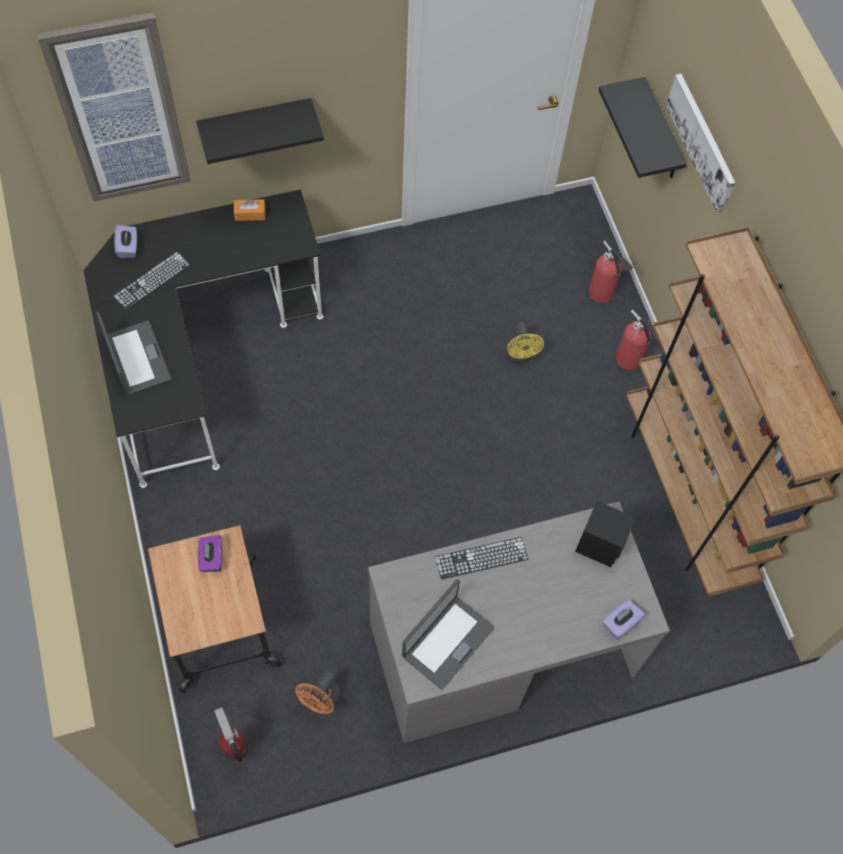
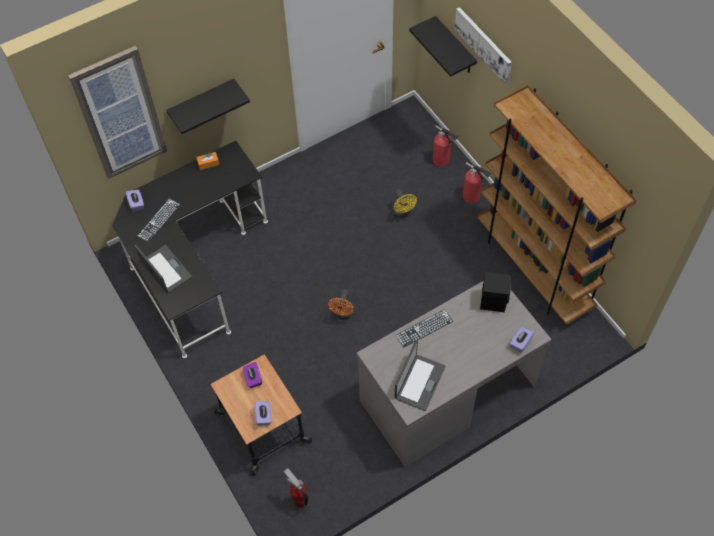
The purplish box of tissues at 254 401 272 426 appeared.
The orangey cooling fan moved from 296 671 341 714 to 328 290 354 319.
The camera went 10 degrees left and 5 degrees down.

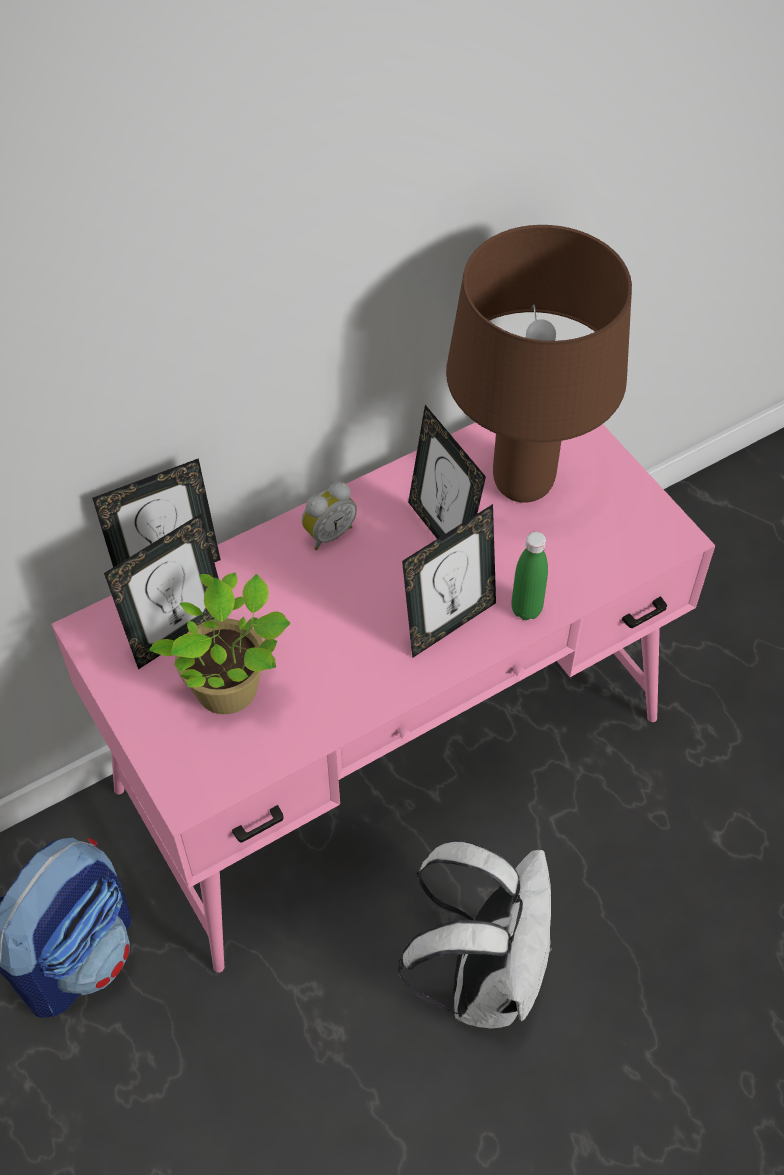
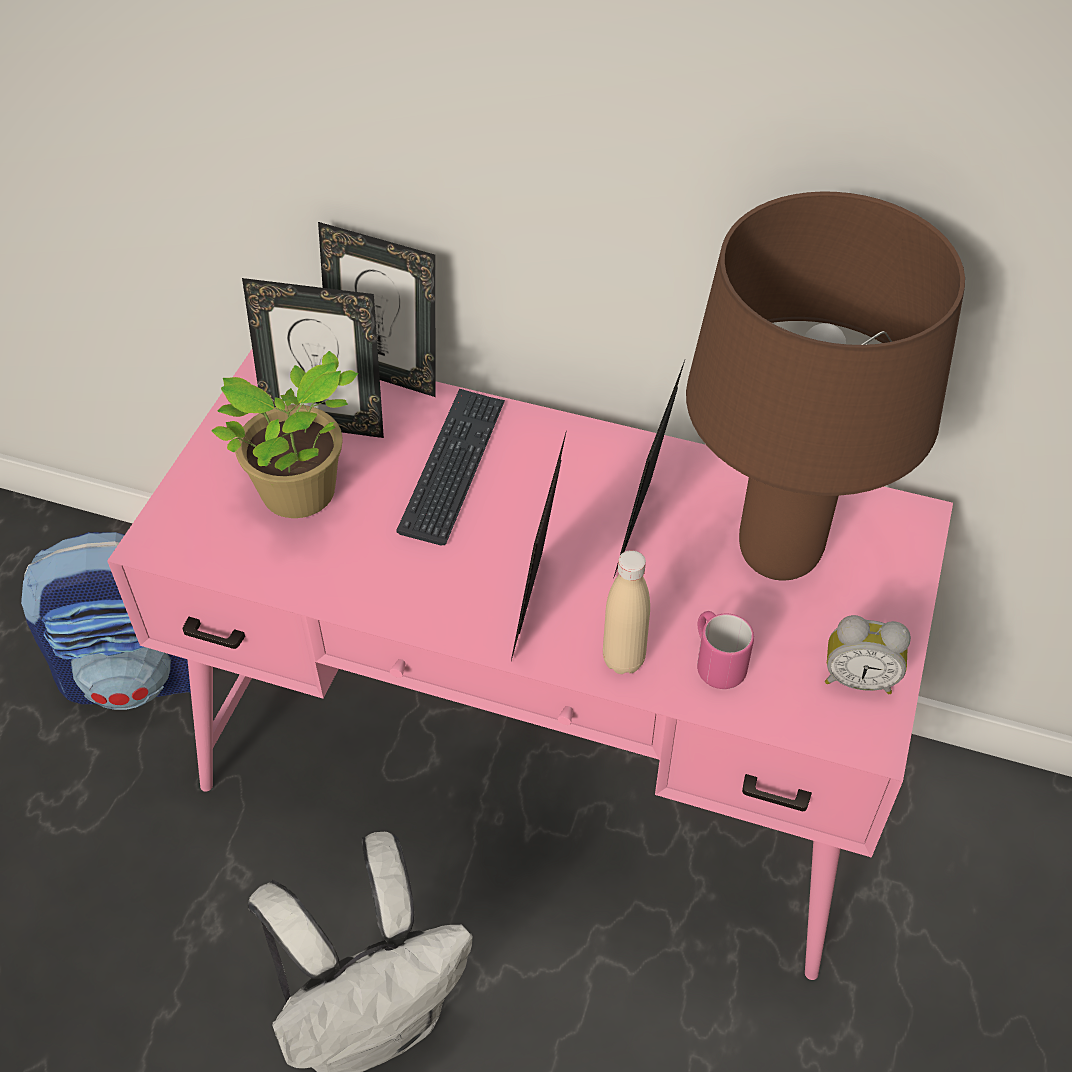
The keyboard at 396 389 505 546 appeared.
The standing frame at 402 504 496 658 turned 90 degrees clockwise.
The green-coloured drink bottle at 511 532 548 620 became the sand-coloured drink bottle at 603 550 650 674.
The pink tea mug at 697 611 754 689 appeared.
The table clock moved from 302 482 357 550 to 825 615 911 694.
The camera went 50 degrees right and 5 degrees down.

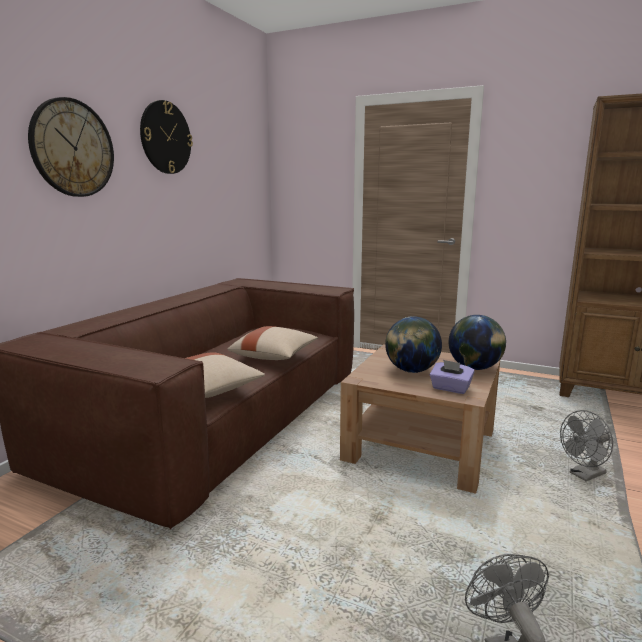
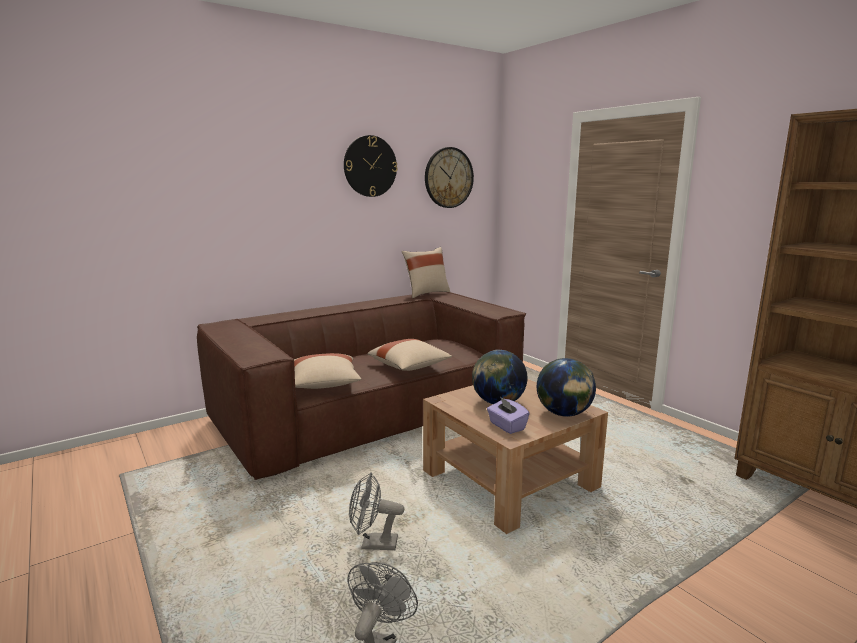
The grey cooling fan moved from 560 410 613 481 to 349 473 404 550.
The sand-coloured cushion at 402 247 450 298 appeared.
The clock on the wall moved from 28 97 114 197 to 425 147 474 208.
The camera went 30 degrees right and 0 degrees up.

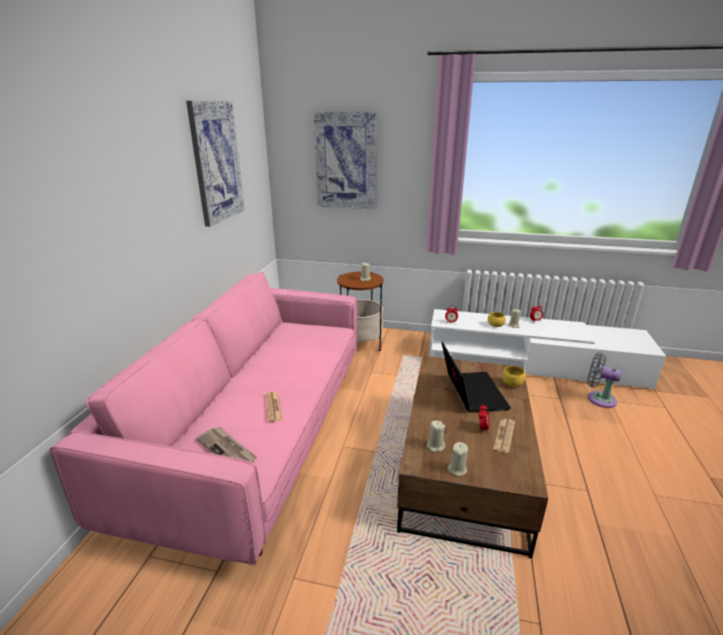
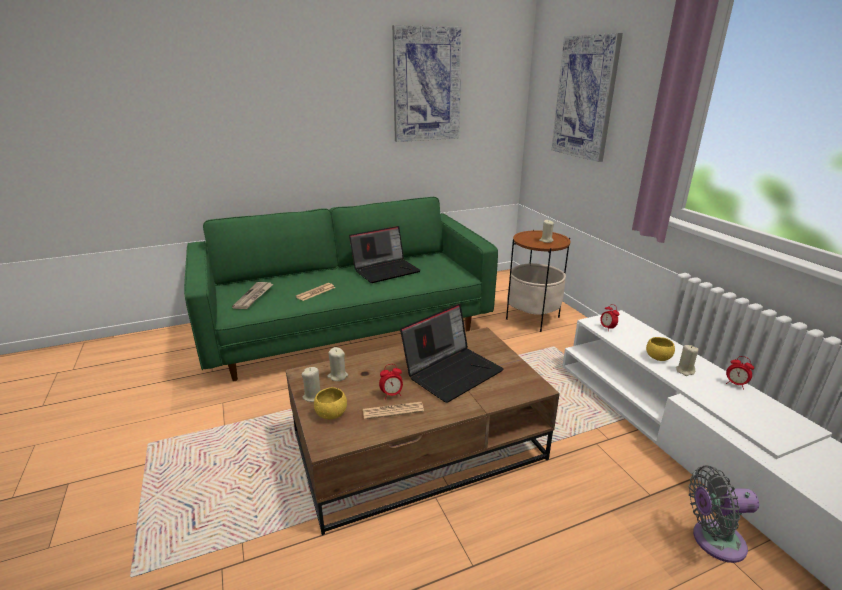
The pink sofa at 50 272 357 565 became the green-coloured sofa at 184 197 498 381.
The yellow-coloured serving bowl moved from 502 366 526 387 to 314 387 347 419.
The portable computer at 349 226 421 283 appeared.
The grey cooling fan at 587 353 622 408 turned 90 degrees counterclockwise.
The camera went 55 degrees right and 0 degrees up.

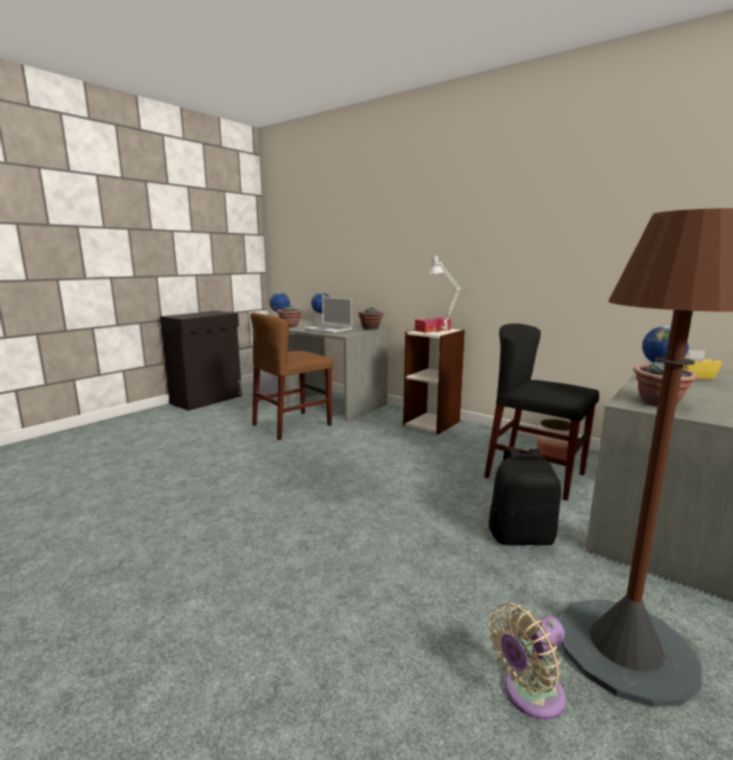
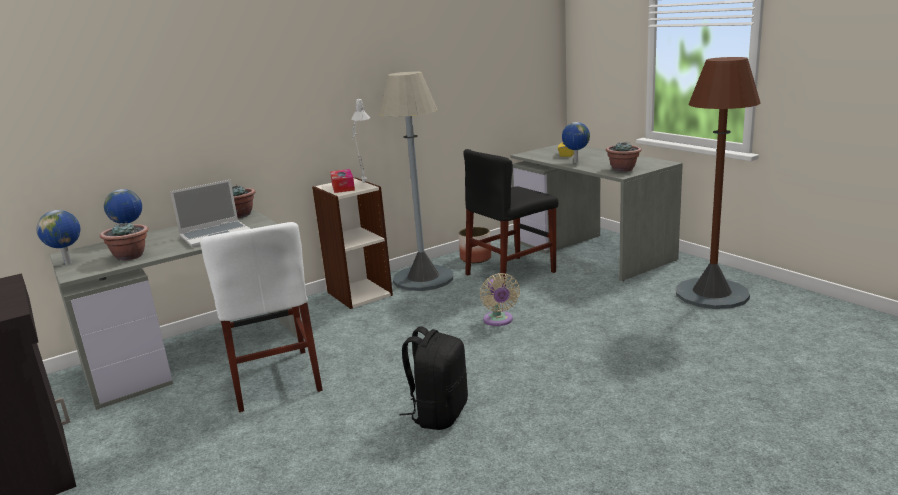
The brown upright chair at 250 312 334 440 became the white upright chair at 200 222 323 412.
The grey standing lamp at 379 71 454 291 appeared.
The black-coloured rucksack moved from 489 449 561 545 to 400 327 468 430.
The sand-coloured cooling fan moved from 489 603 566 720 to 480 273 520 326.
The camera went 70 degrees left and 5 degrees up.

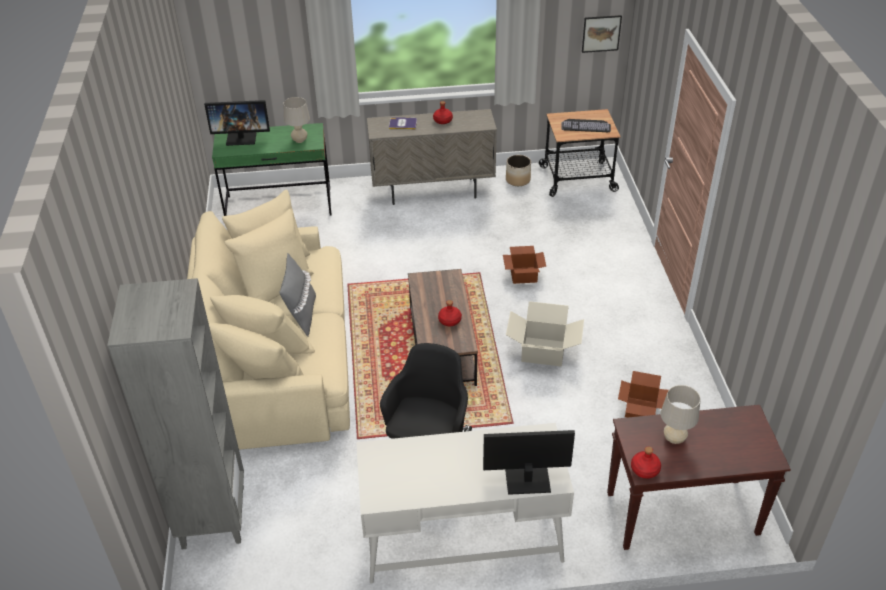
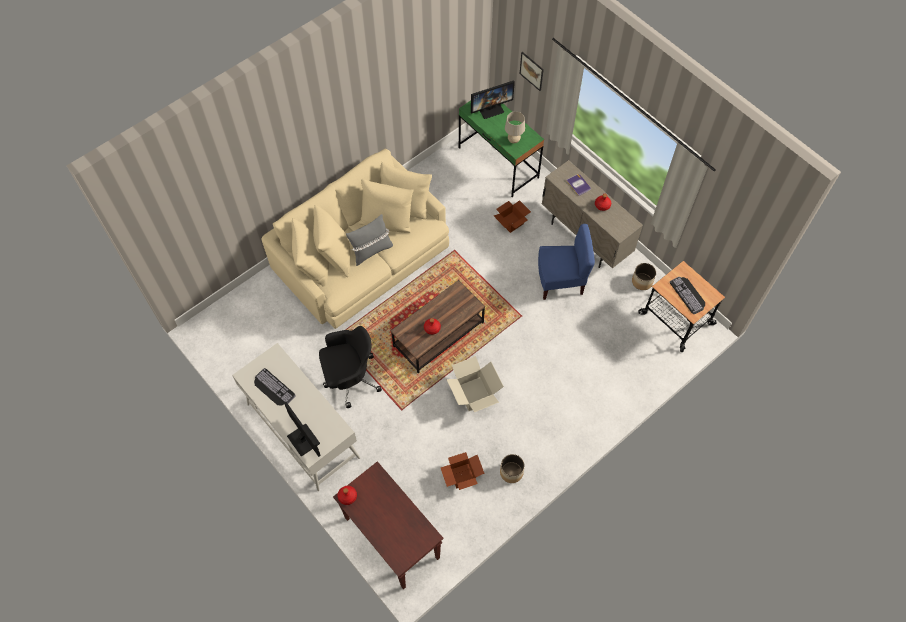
The keyboard at 254 368 296 406 appeared.
The monitor at 204 100 270 146 turned 75 degrees counterclockwise.
The cardboard box moved from 503 246 546 284 to 494 200 531 233.
The flower pot at 500 454 525 483 appeared.
The wall art moved from 582 15 622 53 to 520 52 544 91.
The bluish upright chair at 538 224 595 300 appeared.
The grey bookcase at 107 278 244 549 disappeared.
The sand-coloured tabletop lamp at 661 385 700 444 disappeared.
The camera went 55 degrees right and 20 degrees up.

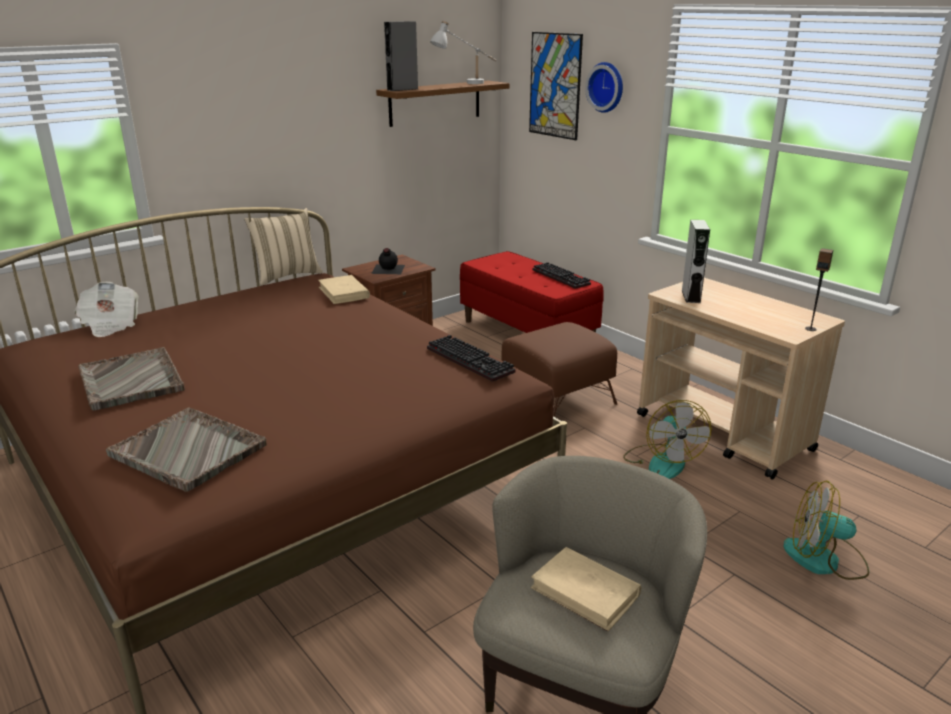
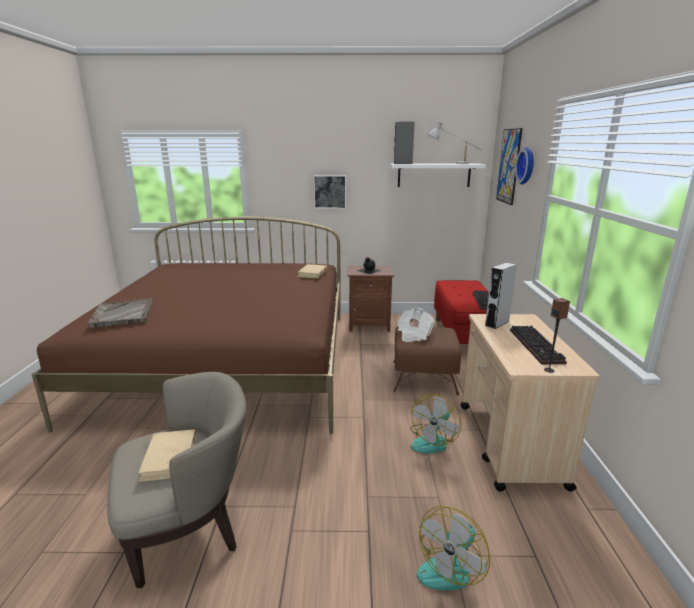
The wall art at 313 175 346 209 appeared.
The brown shelf at 376 81 510 127 became the white shelf at 390 164 486 187.
The printed paper moved from 75 281 139 337 to 397 308 435 342.
The cooling fan at 783 480 869 580 turned 105 degrees counterclockwise.
The keyboard moved from 427 335 516 382 to 510 326 567 364.
The grey tray at 78 347 185 411 disappeared.
The sand-coloured cushion at 244 208 323 286 disappeared.
The camera went 40 degrees right and 5 degrees down.

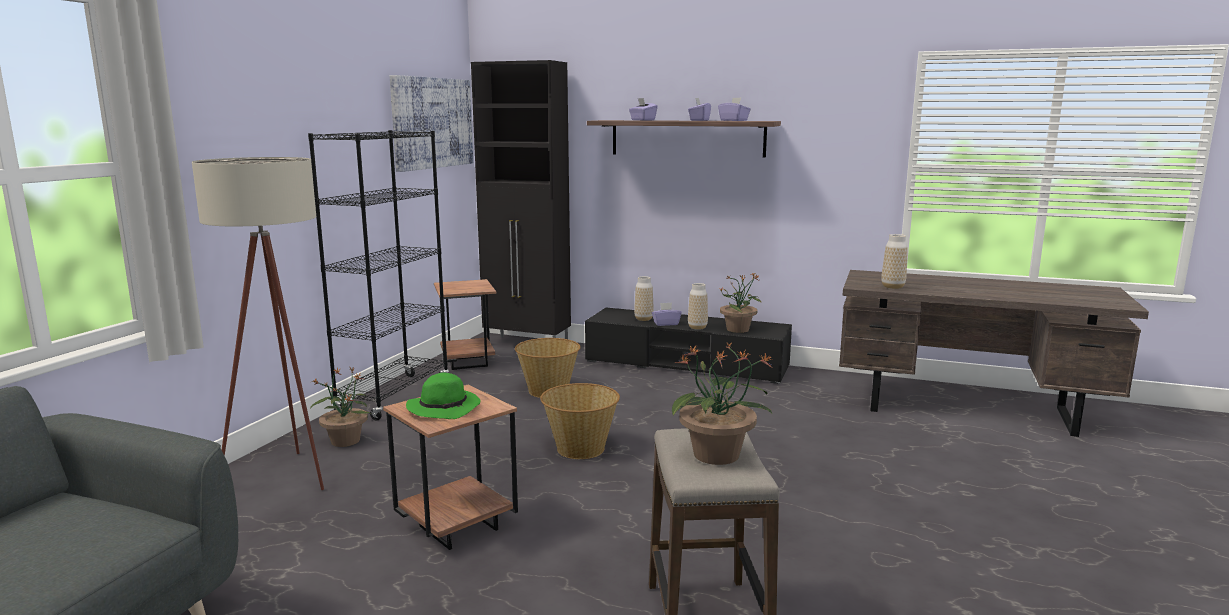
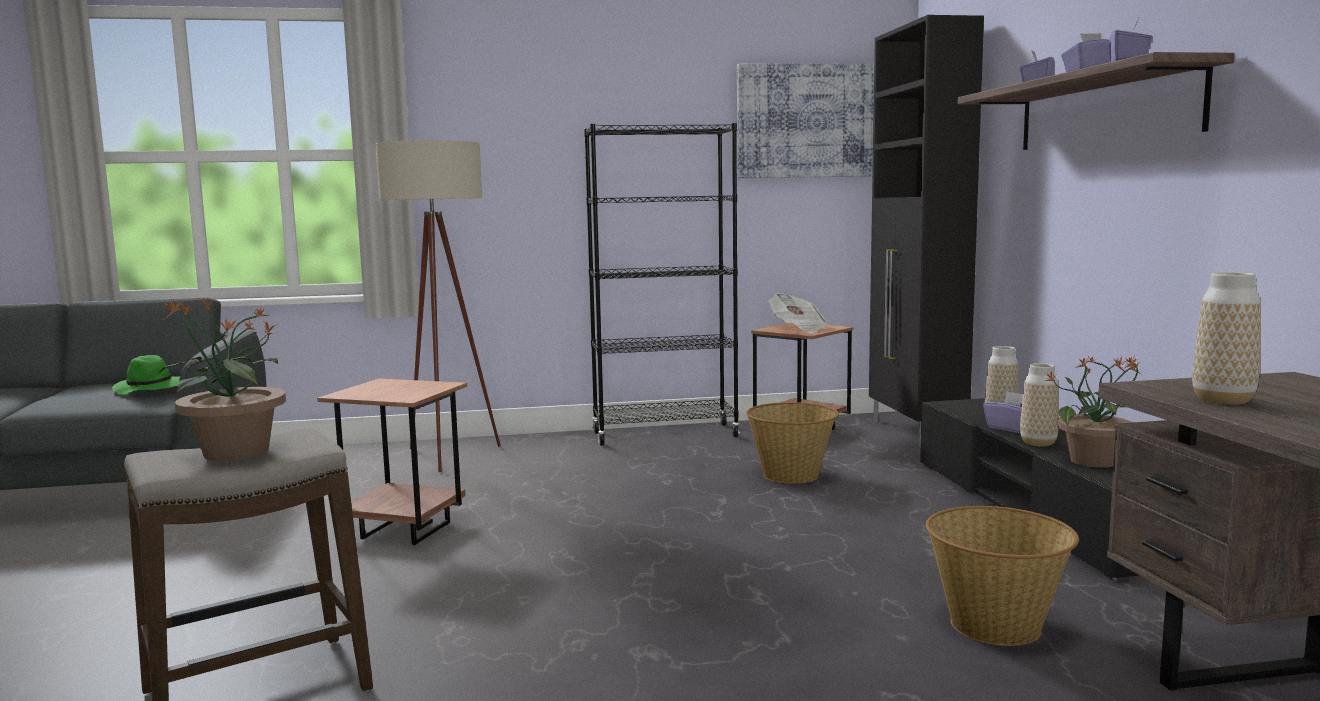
The green-coloured wearable hat moved from 406 373 481 419 to 112 355 180 395.
The printed paper at 768 293 828 333 appeared.
The storage basket moved from 540 383 620 459 to 926 506 1079 646.
The plant in a pot at 310 368 372 447 disappeared.
The camera went 60 degrees right and 5 degrees down.

